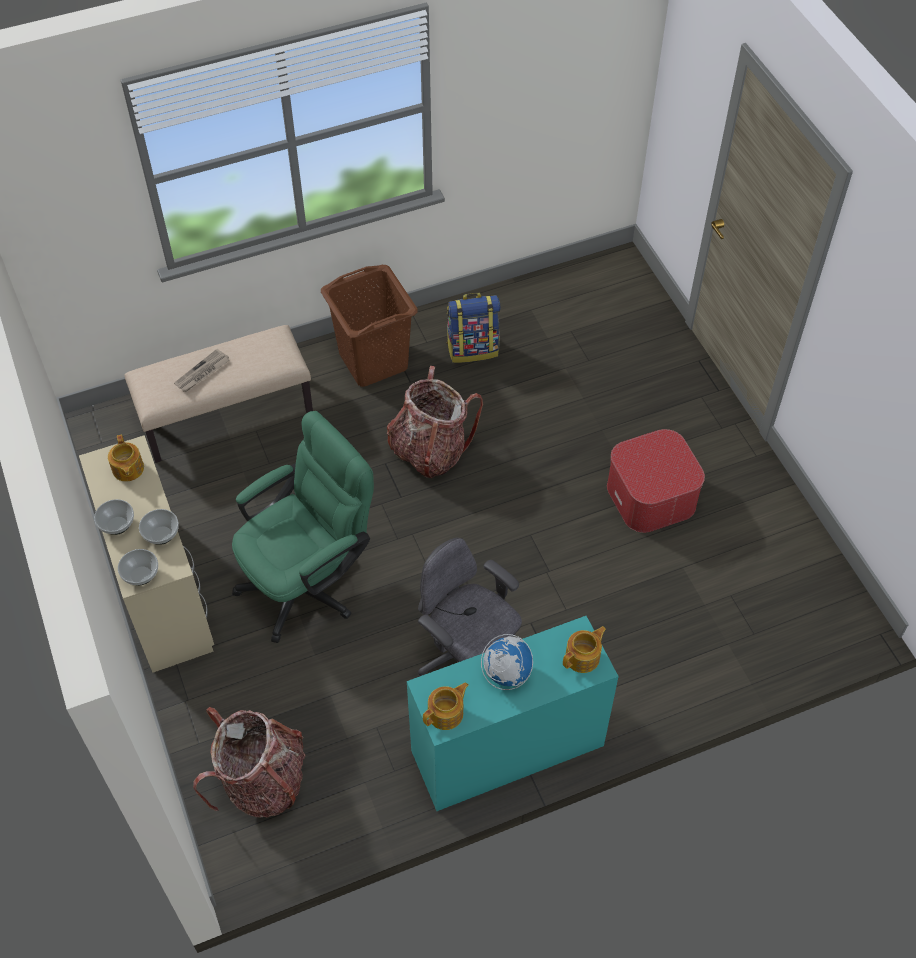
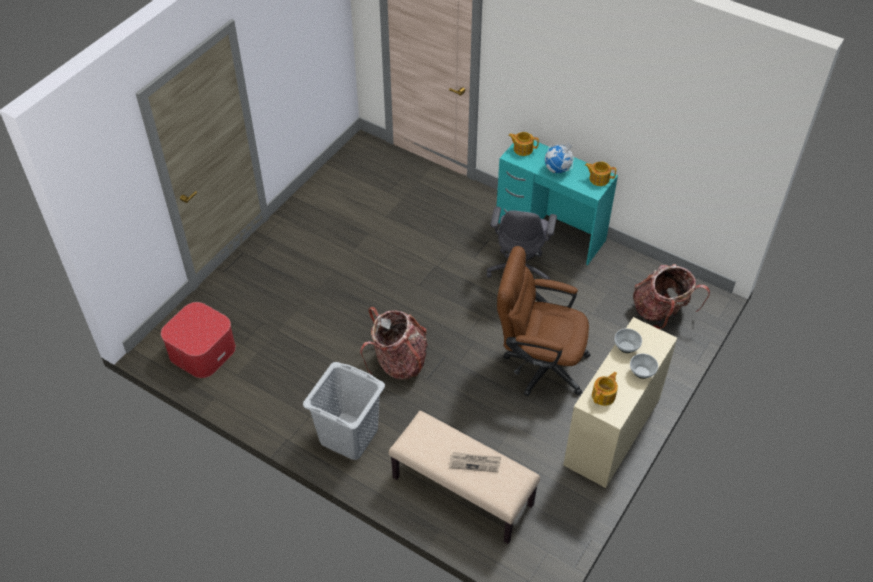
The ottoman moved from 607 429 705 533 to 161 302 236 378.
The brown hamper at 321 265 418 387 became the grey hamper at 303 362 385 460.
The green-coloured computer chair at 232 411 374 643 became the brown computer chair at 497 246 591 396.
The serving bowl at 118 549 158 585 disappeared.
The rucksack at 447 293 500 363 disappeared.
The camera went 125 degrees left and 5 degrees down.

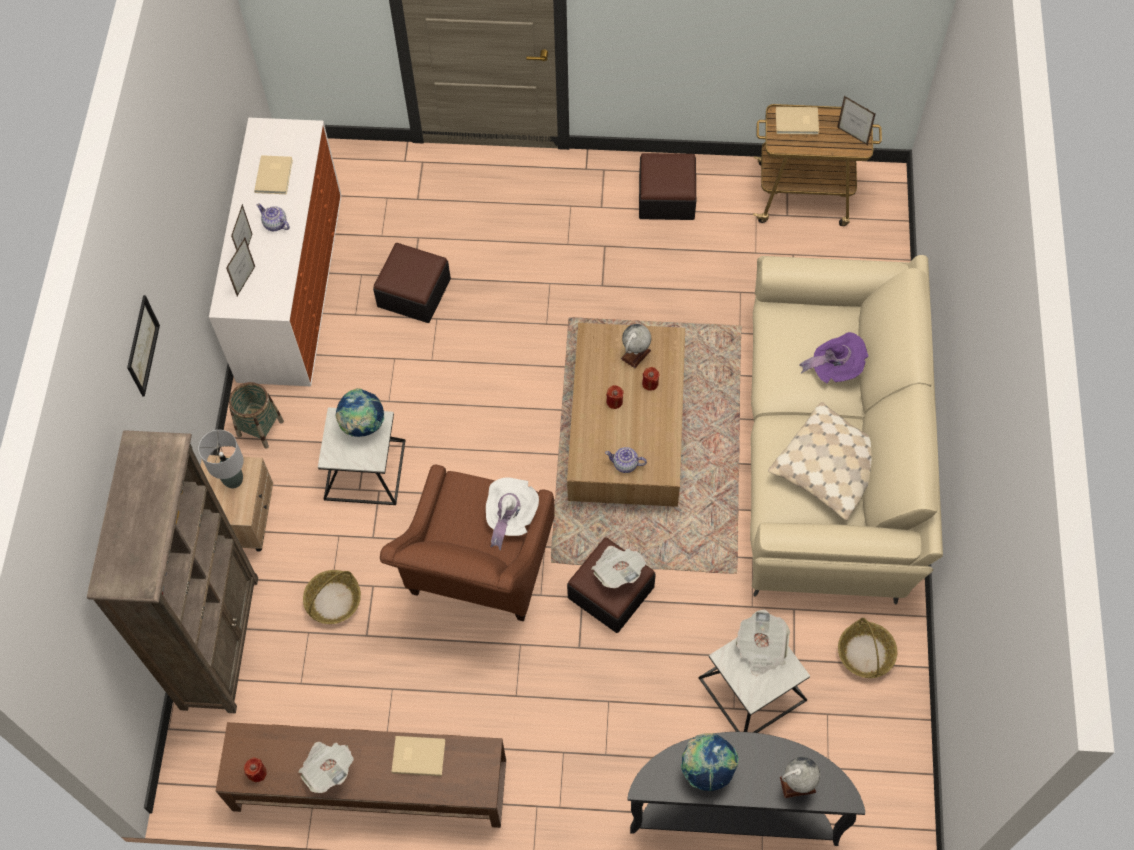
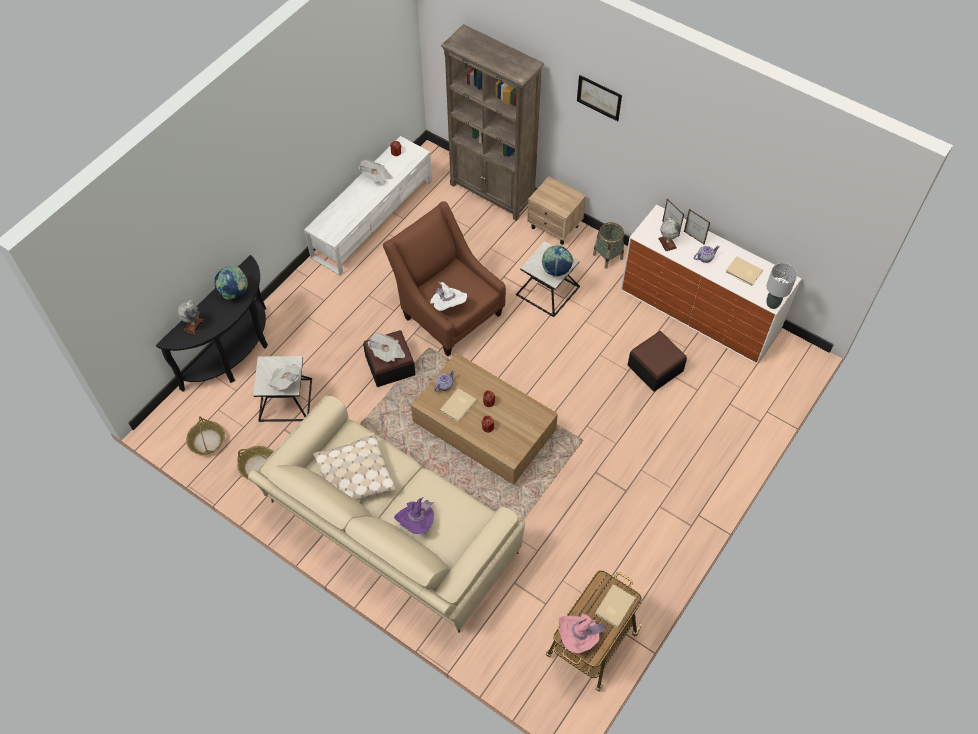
The storage basket moved from 303 570 361 624 to 186 416 225 455.
The brown media console at 216 722 506 828 became the white media console at 304 136 432 276.
The sand-coloured bound book moved from 392 736 445 776 to 440 388 476 422.
The standing frame at 837 96 875 145 was replaced by the pink wearable hat at 558 613 608 653.
The world globe moved from 621 324 651 368 to 658 218 681 251.
The grey tabletop lamp moved from 198 430 244 489 to 766 263 797 309.
The ottoman at 639 153 696 220 disappeared.
The camera went 120 degrees right and 5 degrees down.

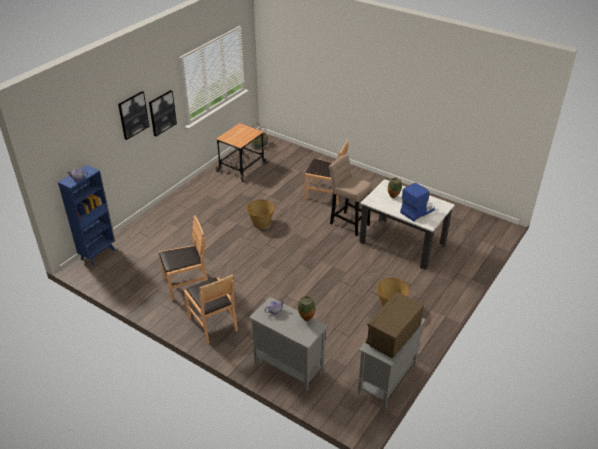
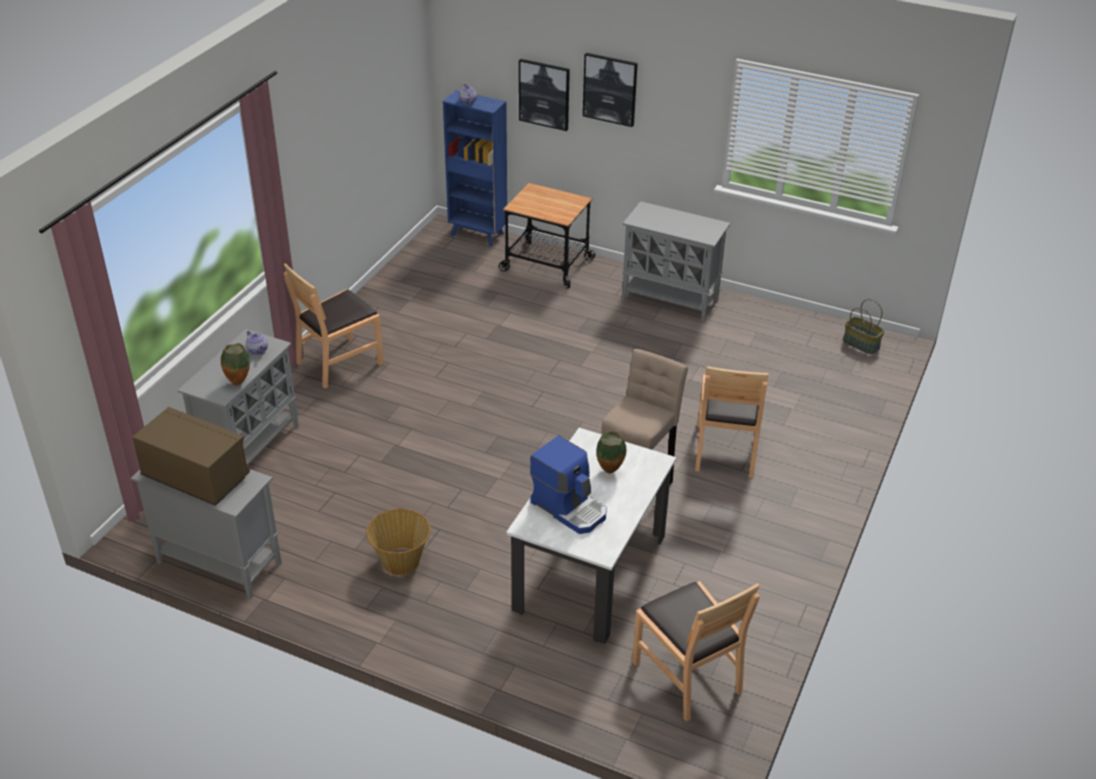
The wheeled cart moved from 216 123 268 182 to 498 183 595 289.
The wall art moved from 149 90 177 136 to 519 59 570 131.
The grey cabinet at 622 201 730 322 appeared.
The brown upright chair moved from 159 215 208 301 to 632 581 760 722.
The storage basket at 246 200 275 229 disappeared.
The camera went 80 degrees right and 0 degrees up.

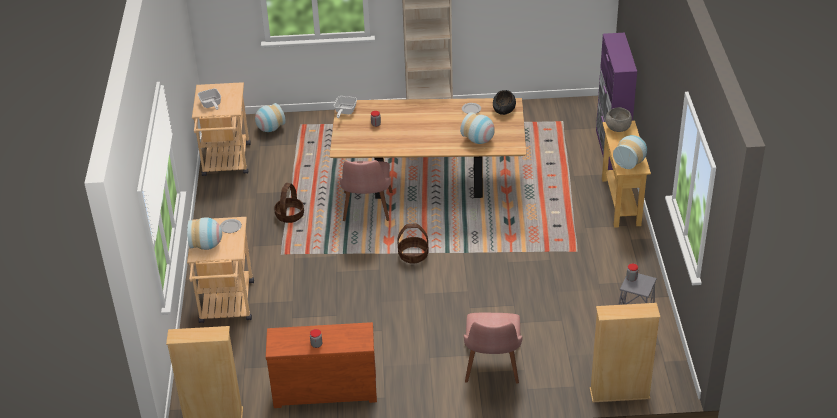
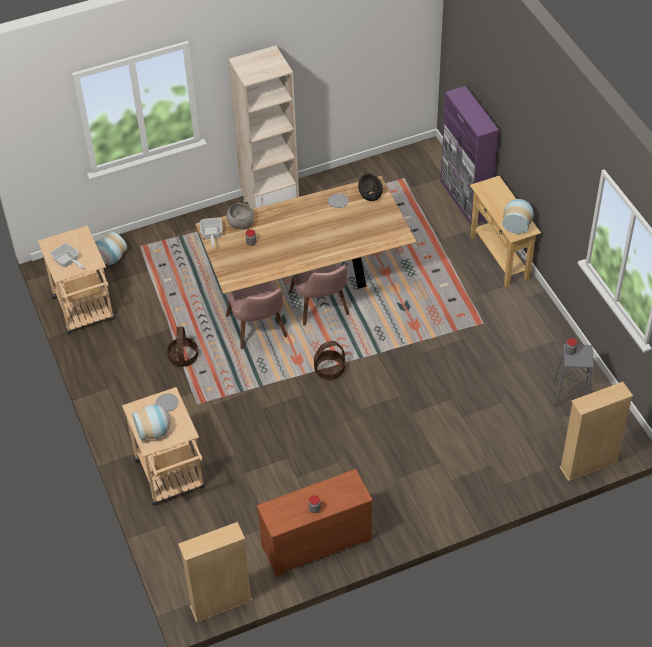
The grey serving bowl moved from 606 107 632 132 to 226 203 254 229.
The pink upright chair moved from 464 313 523 384 to 289 263 349 326.
The vase at 460 112 495 144 disappeared.
The camera went 20 degrees left and 10 degrees up.

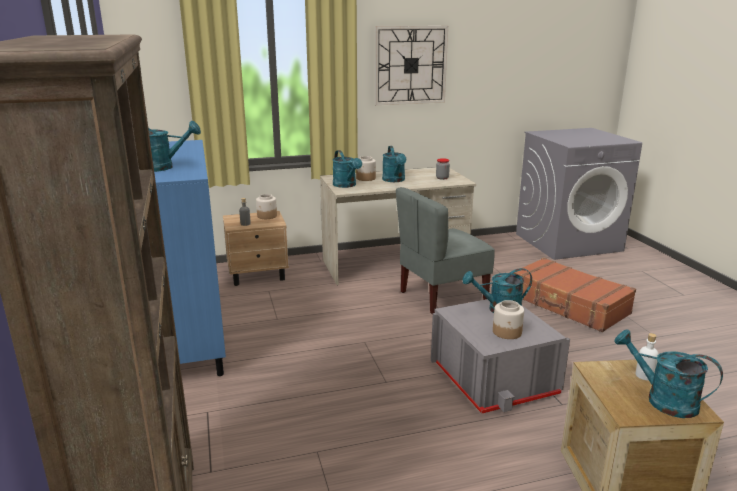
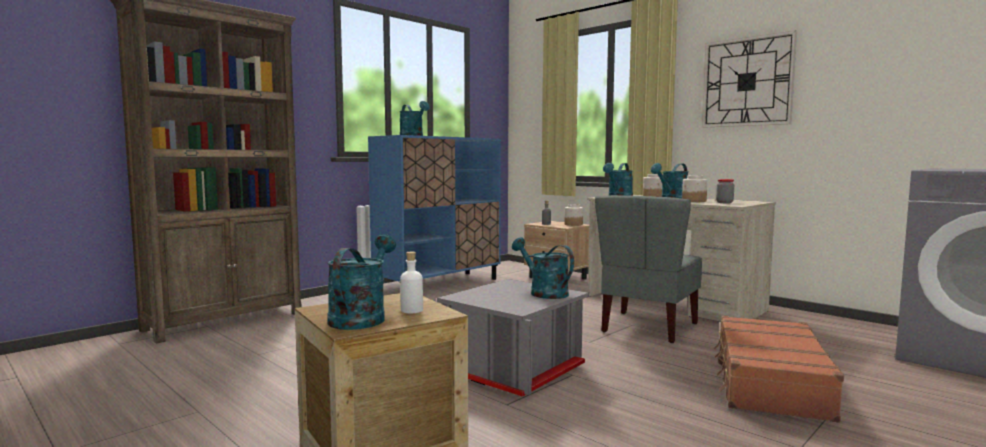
The grey upright chair at 396 187 495 314 turned 90 degrees counterclockwise.
The storage jar moved from 493 300 524 339 to 682 176 708 202.
The camera went 60 degrees right and 15 degrees down.

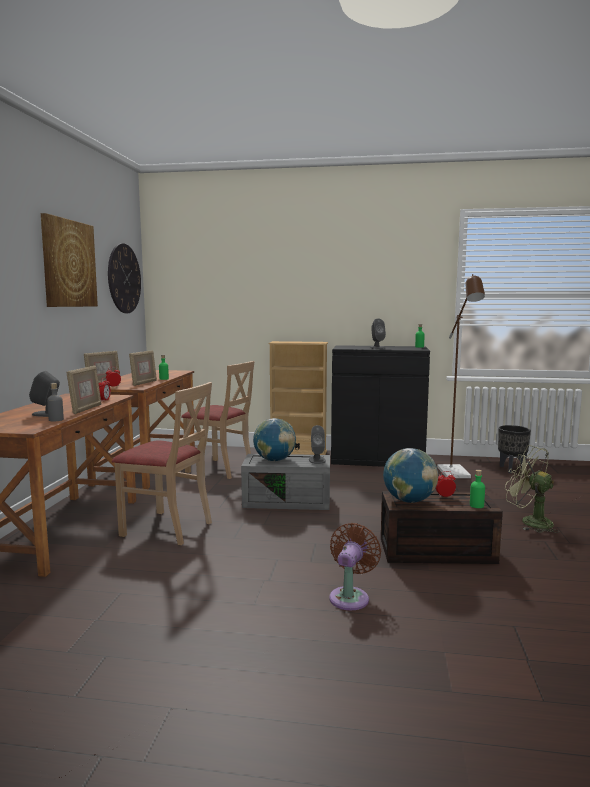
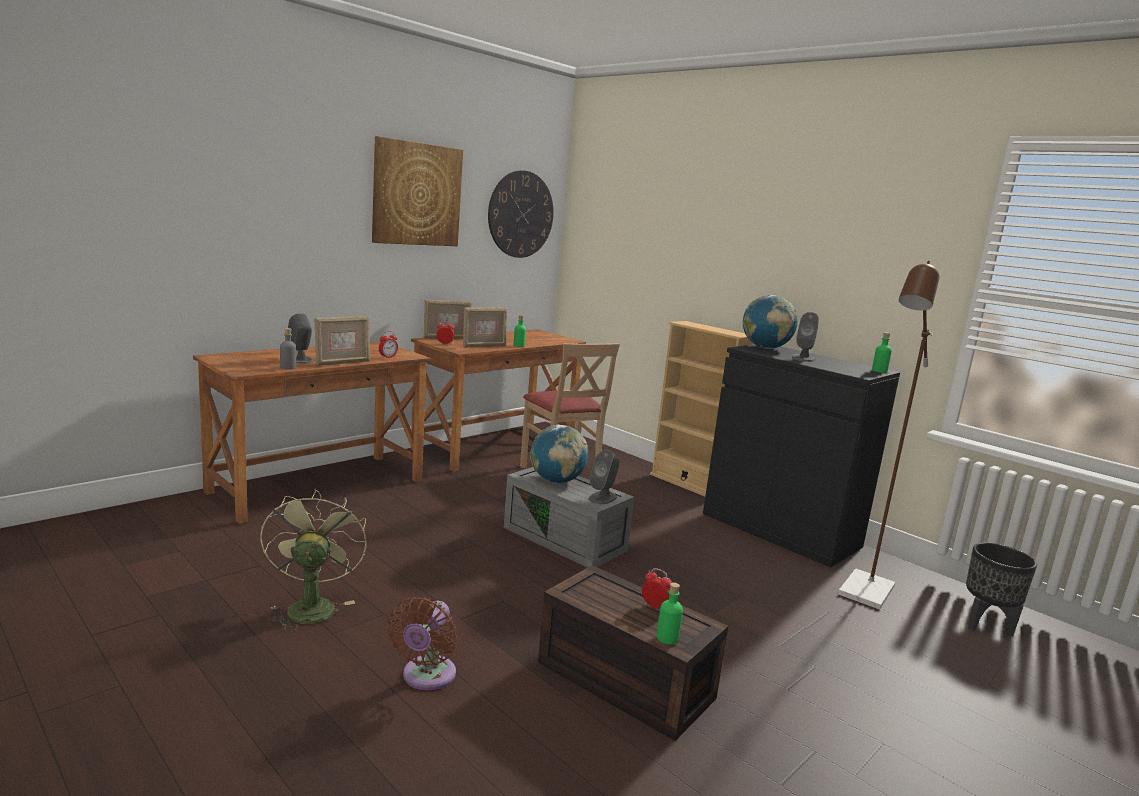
The green-coloured cooling fan moved from 505 445 558 533 to 260 489 367 632.
The brown cooling fan at 329 523 381 610 turned 135 degrees clockwise.
The world globe moved from 383 448 438 503 to 743 295 798 349.
The sand-coloured upright chair at 112 382 212 545 disappeared.
The camera went 35 degrees right and 5 degrees up.

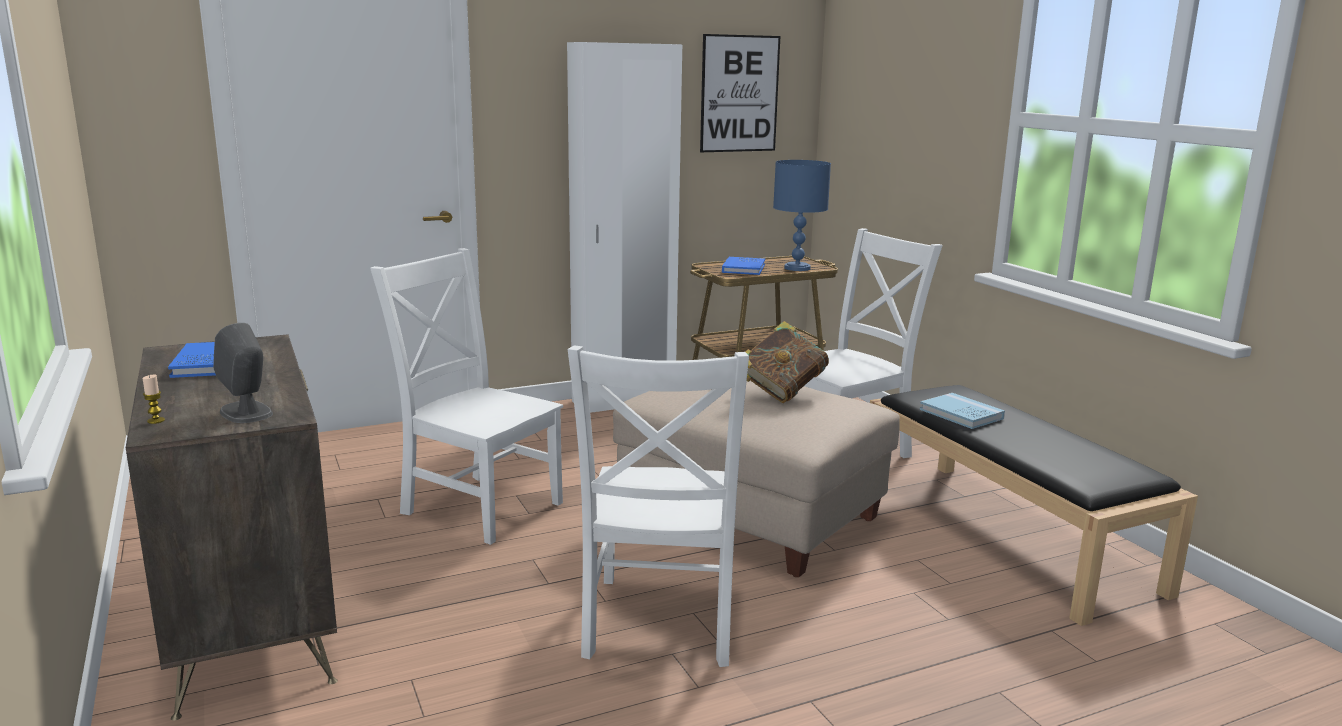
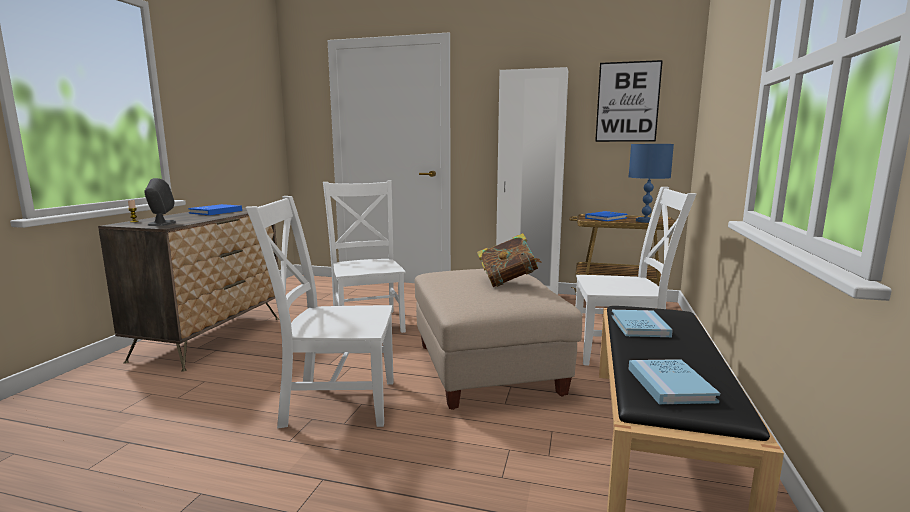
The white upright chair at 568 345 749 667 turned 45 degrees clockwise.
The bluish bound book at 628 359 720 404 appeared.
The camera went 40 degrees right and 5 degrees down.

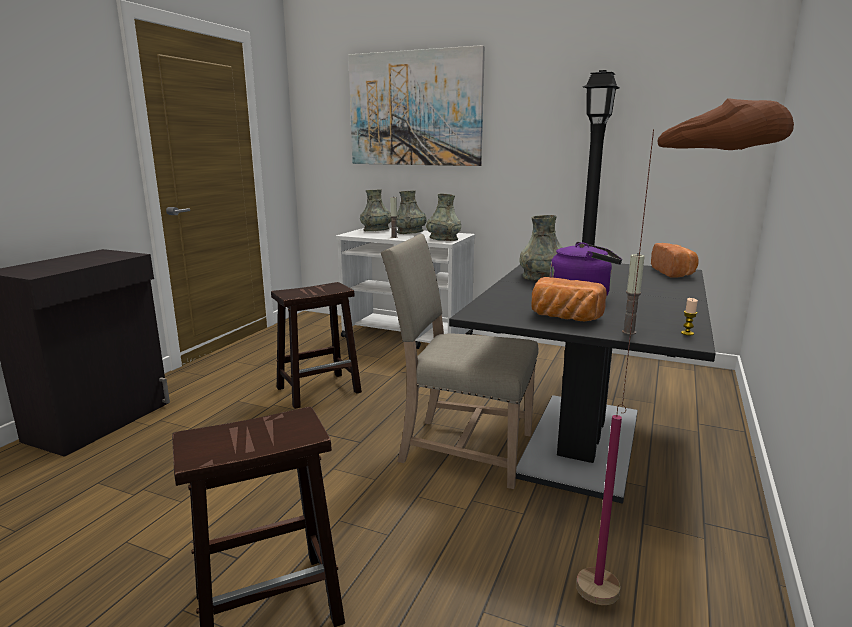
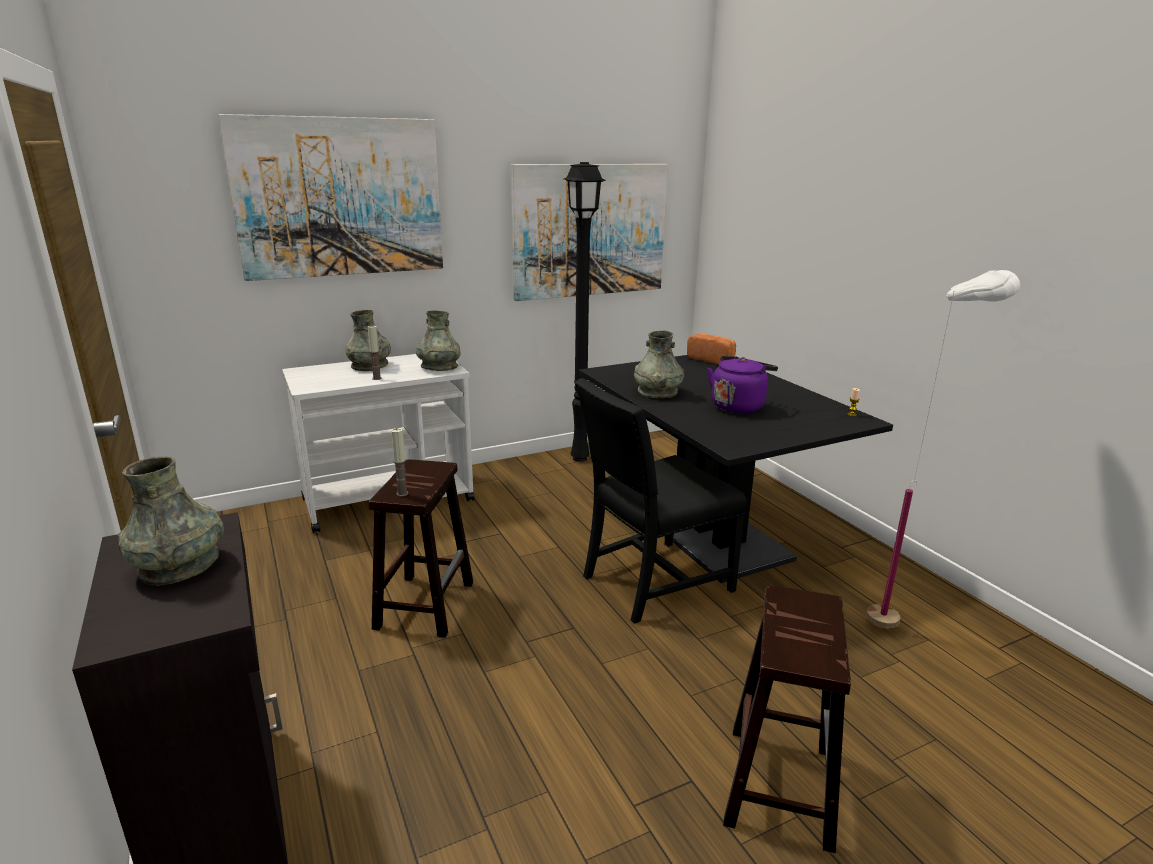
The grey vase moved from 360 189 391 232 to 118 456 224 586.
The wax candle moved from 622 254 645 335 to 391 428 409 497.
The wall art at 511 164 668 301 appeared.
The sand-coloured upright chair at 381 234 539 489 became the black-coloured upright chair at 575 378 747 624.
The brown standing lamp at 576 99 794 605 became the white standing lamp at 866 270 1020 628.
The baked bread at 531 277 607 321 disappeared.
The camera went 50 degrees left and 5 degrees up.

